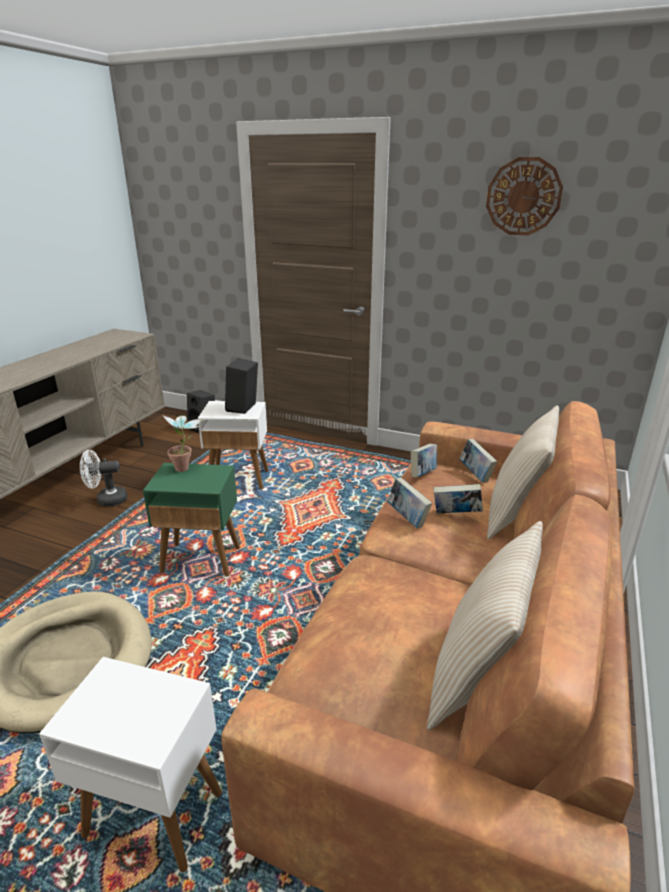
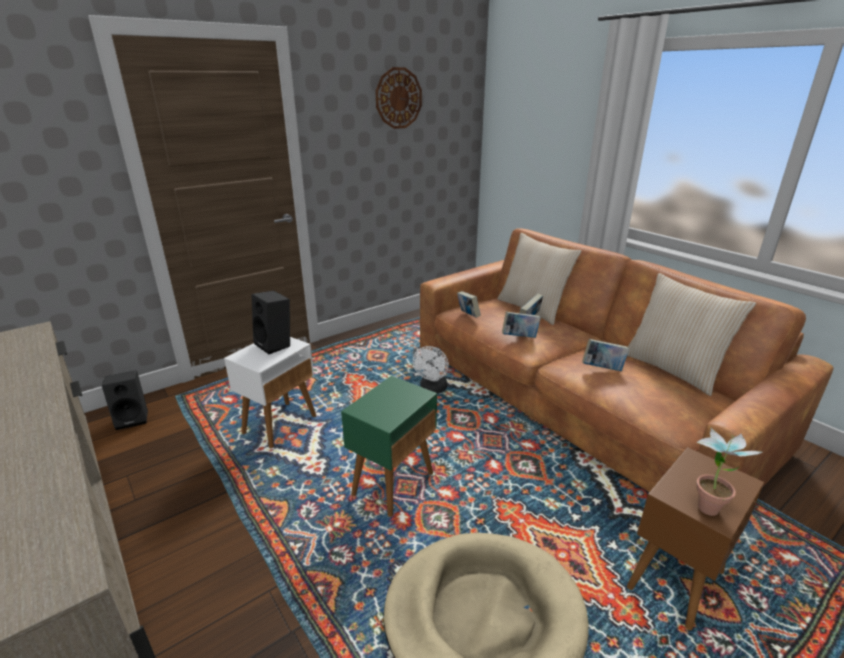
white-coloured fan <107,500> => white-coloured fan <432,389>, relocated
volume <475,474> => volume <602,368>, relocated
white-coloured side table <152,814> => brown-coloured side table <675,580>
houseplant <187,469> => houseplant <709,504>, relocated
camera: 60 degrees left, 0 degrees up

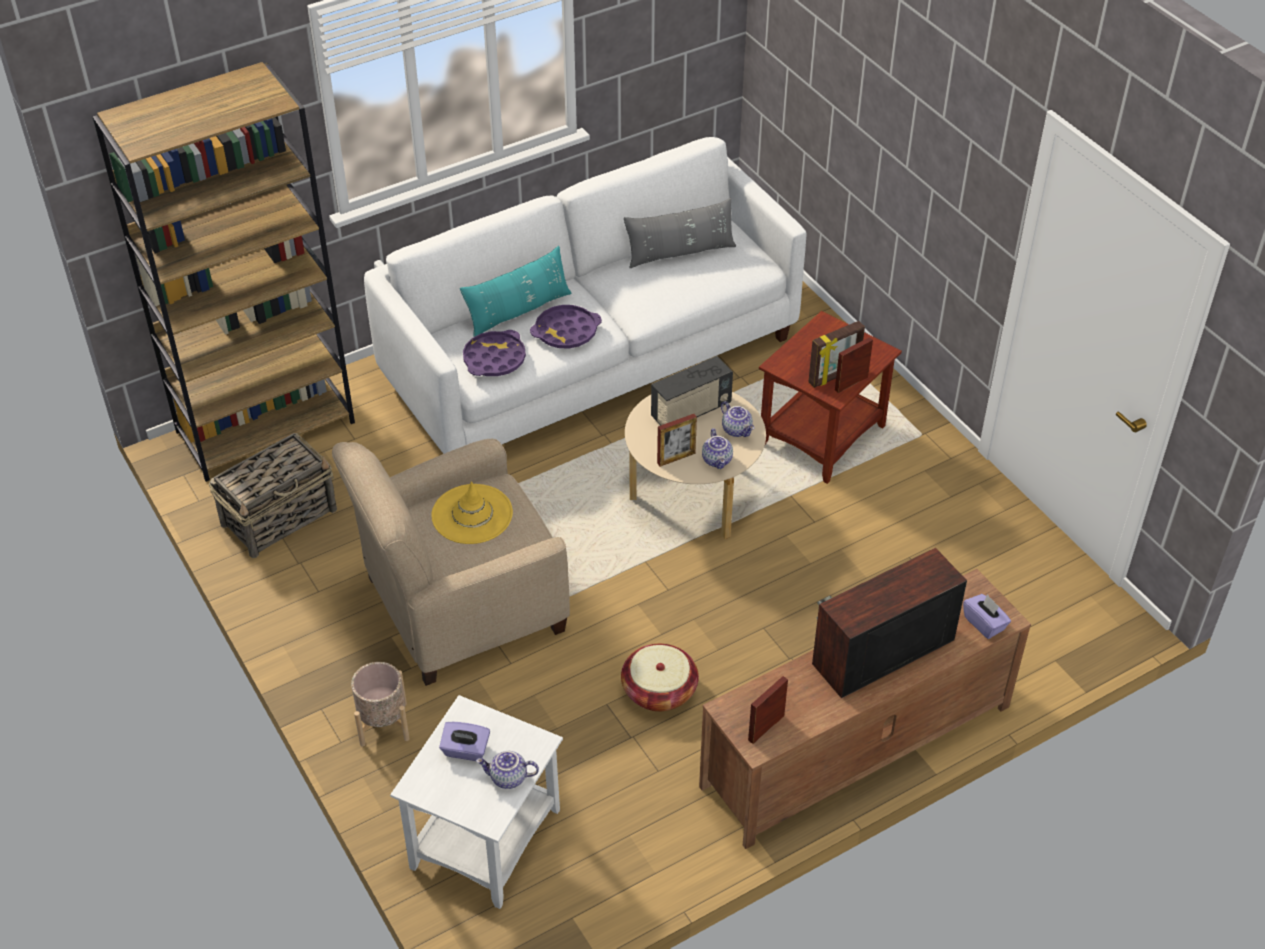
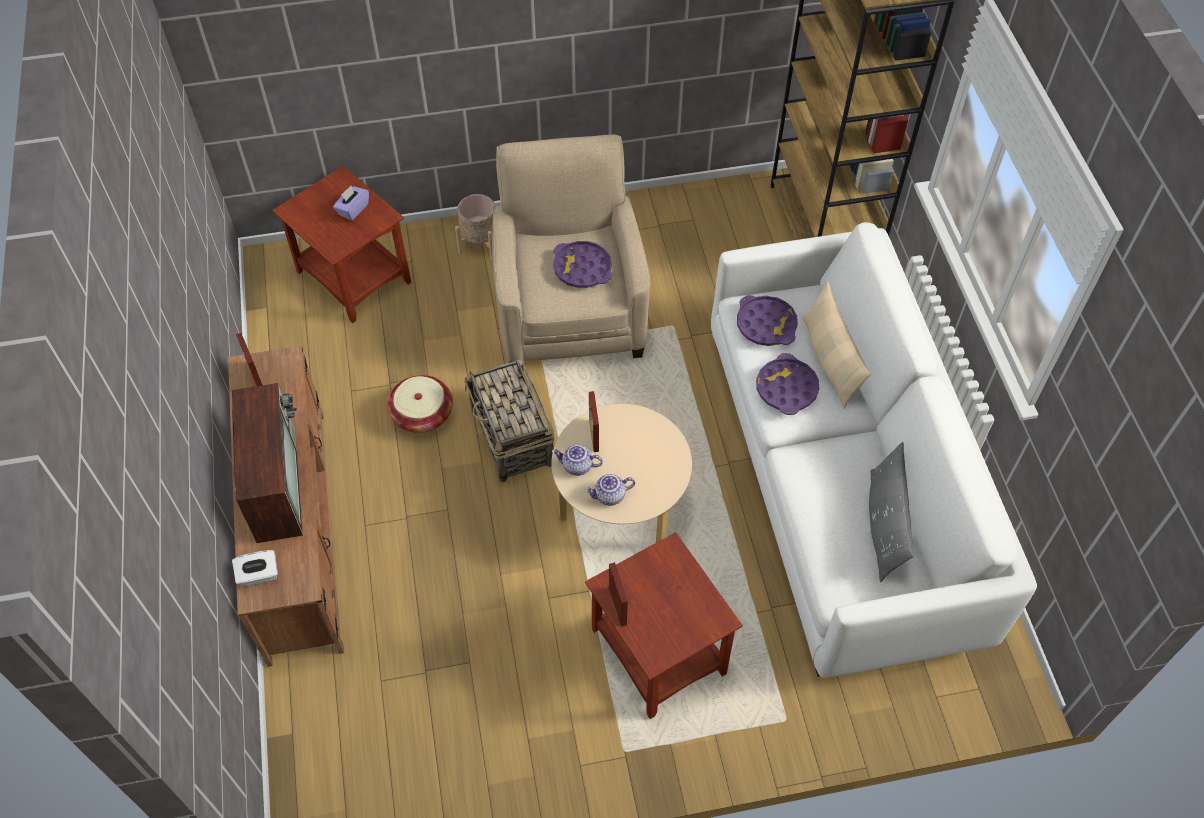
purple box of tissues <984,623> => white-coloured box of tissues <259,575>
white-coloured side table <487,840> => brown-coloured side table <352,278>
storage basket <280,516> => storage basket <512,438>, relocated
yellow-coloured hat <472,514> => purple serving tray <582,268>
blue-green throw pillow <518,311> => beige-coloured throw pillow <830,360>
pot for tea <508,778> => nothing
radio receiver <691,411> => nothing
picture frame <834,376> => nothing
camera: 110 degrees right, 10 degrees up

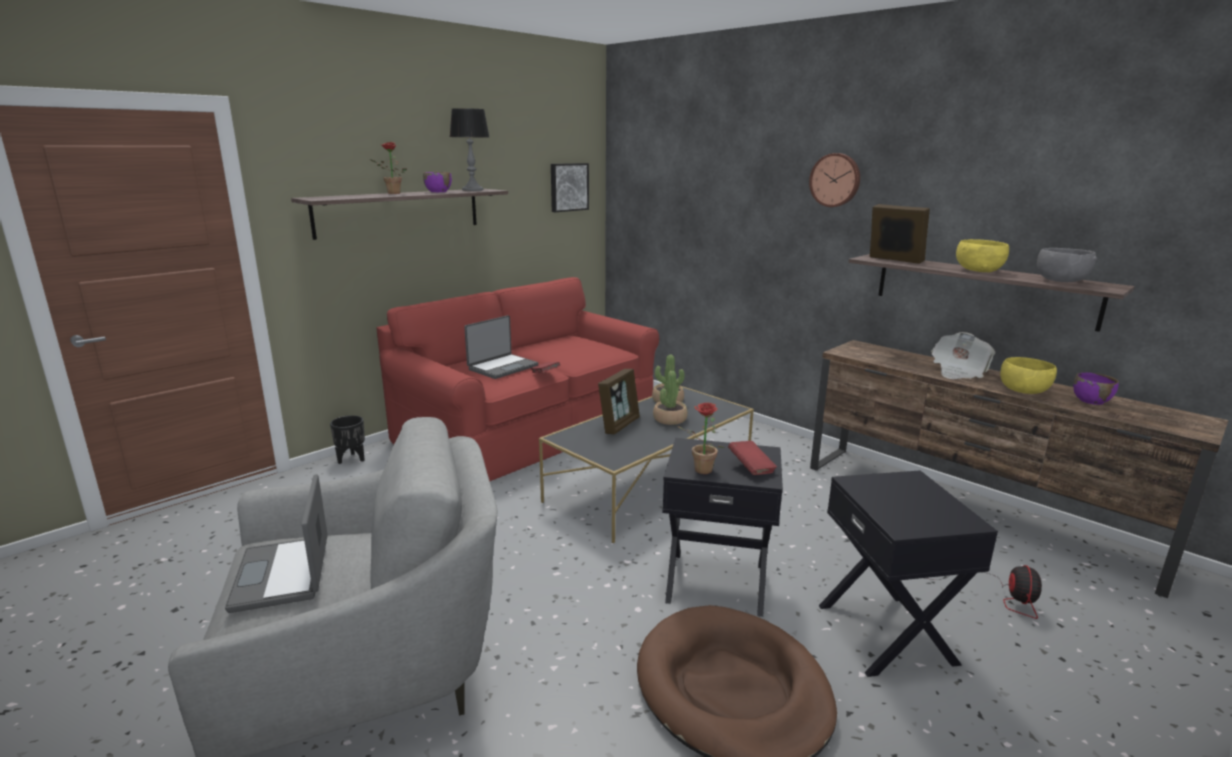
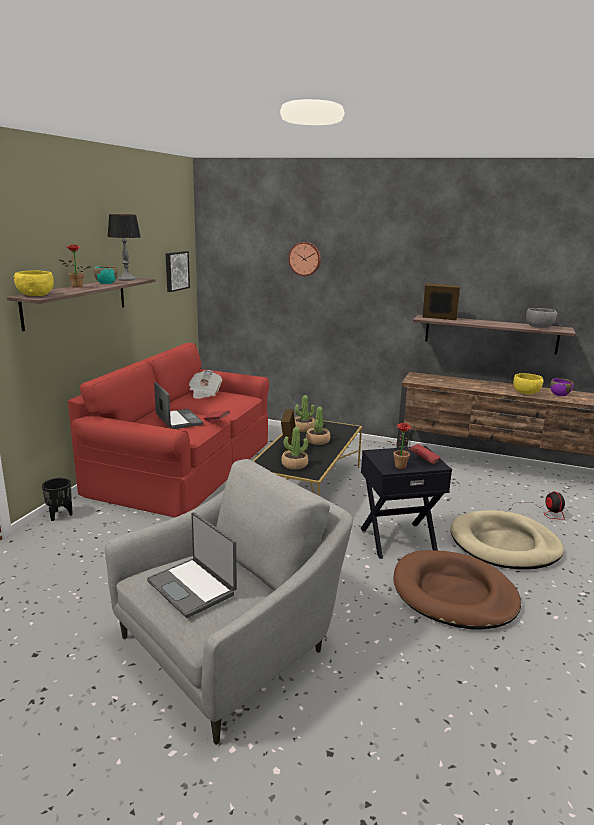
yellow-coloured bowl <978,271> => yellow-coloured bowl <35,295>, relocated
purple bowl <438,191> => blue-green bowl <106,283>
laptop <502,367> => laptop <178,420>, 45 degrees counterclockwise
newspaper <958,371> => newspaper <204,393>, relocated
nothing => houseplant <294,465>
clock on the wall <835,180> => clock on the wall <305,259>, relocated
black-coloured side table <887,633> => beige-coloured pet bed <504,544>
camera: 25 degrees left, 0 degrees up

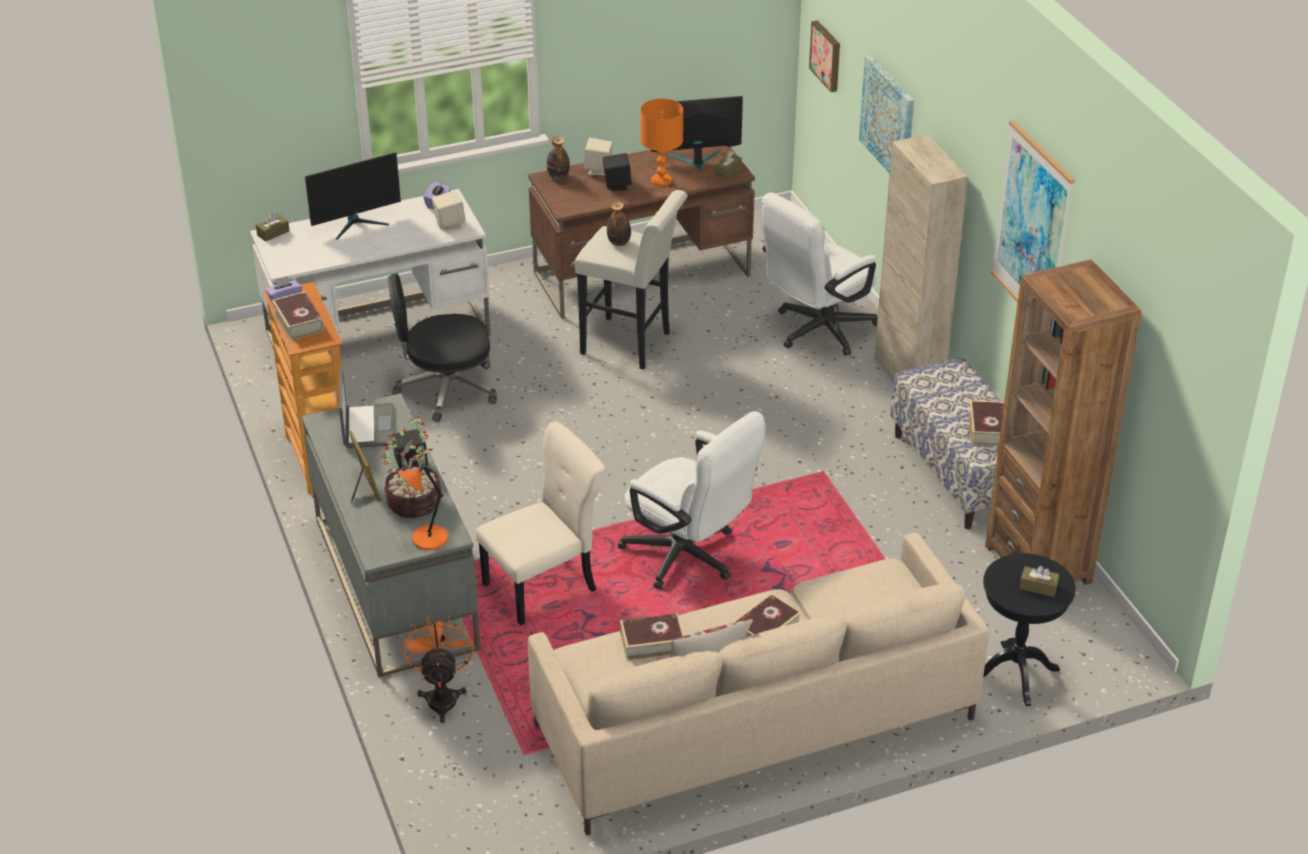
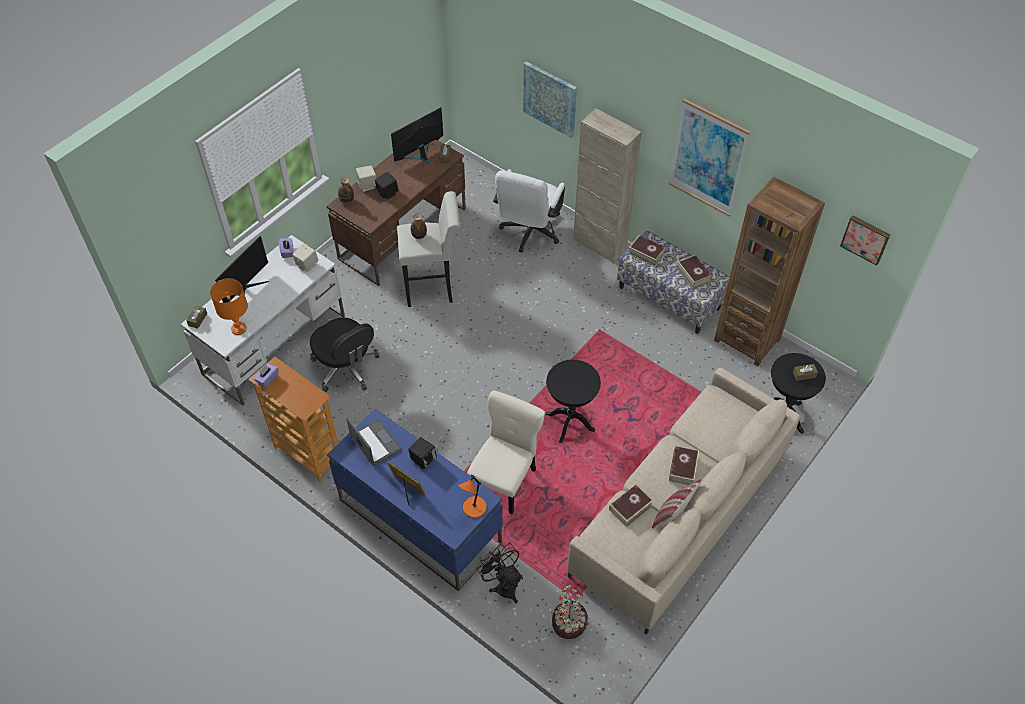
orange table lamp <661,180> => orange table lamp <238,328>, relocated
black-coloured desk chair <445,389> => black-coloured desk chair <346,368>, 90 degrees counterclockwise
grey desk <395,583> => blue-coloured desk <419,521>
orange fan <442,696> => black-coloured fan <503,585>
white-coloured desk chair <689,558> => black-coloured side table <570,422>
houseplant <415,502> => houseplant <569,623>, relocated
volume <298,322> => volume <646,253>, relocated
wall picture <827,55> => wall picture <865,239>, relocated
camera: 30 degrees left, 15 degrees up

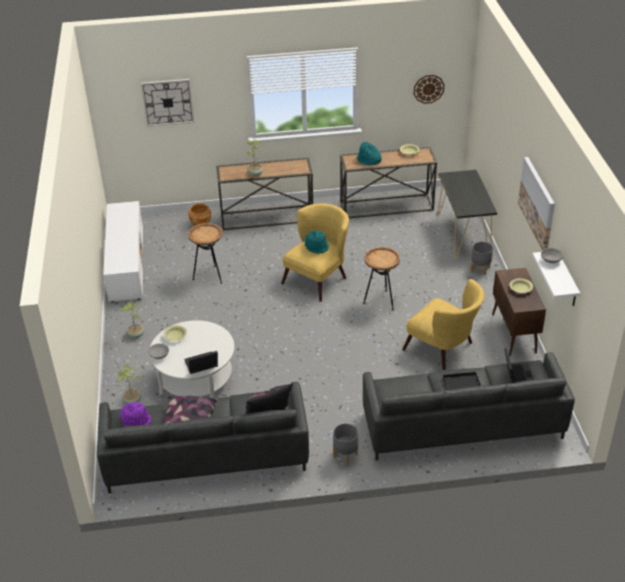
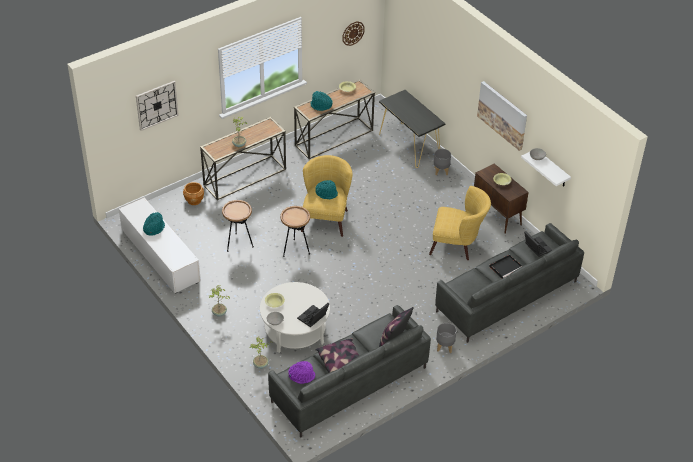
nothing => blue-green hat <154,228>
brown-coloured side table <381,301> => brown-coloured side table <295,250>, relocated
camera: 30 degrees left, 5 degrees up

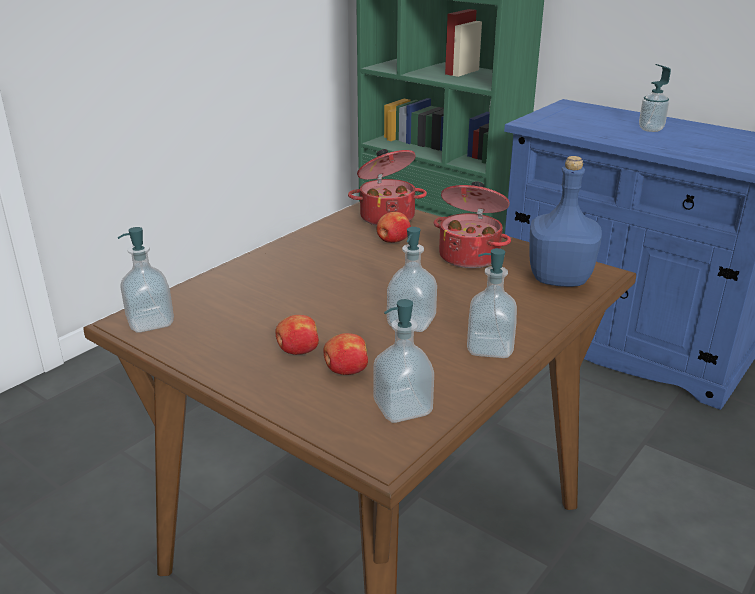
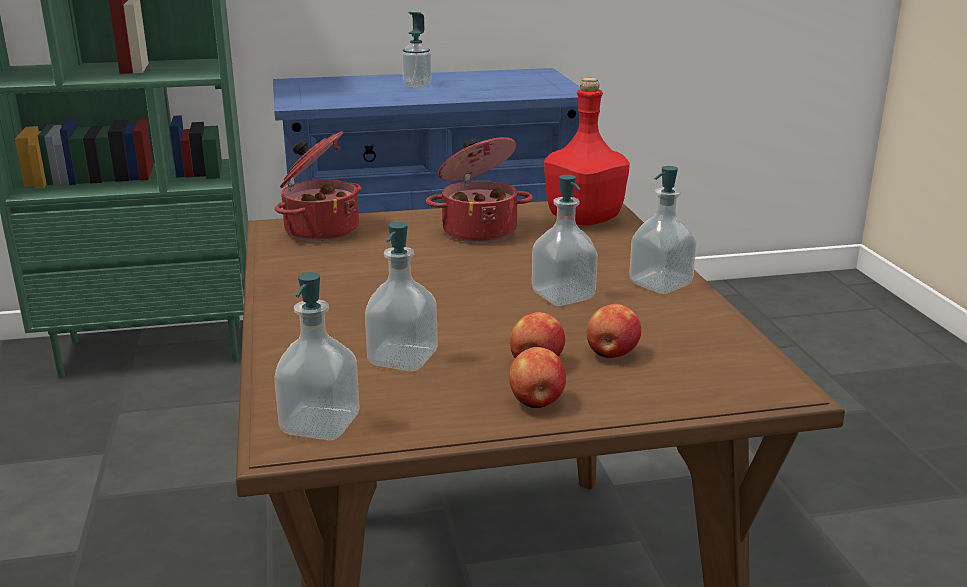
liquid soap bottle <402,408> => liquid soap bottle <402,359>, relocated
apple fruit <392,241> => apple fruit <536,403>, relocated
blue-coloured bottle <560,278> => red-coloured bottle <585,219>
camera: 50 degrees left, 5 degrees down

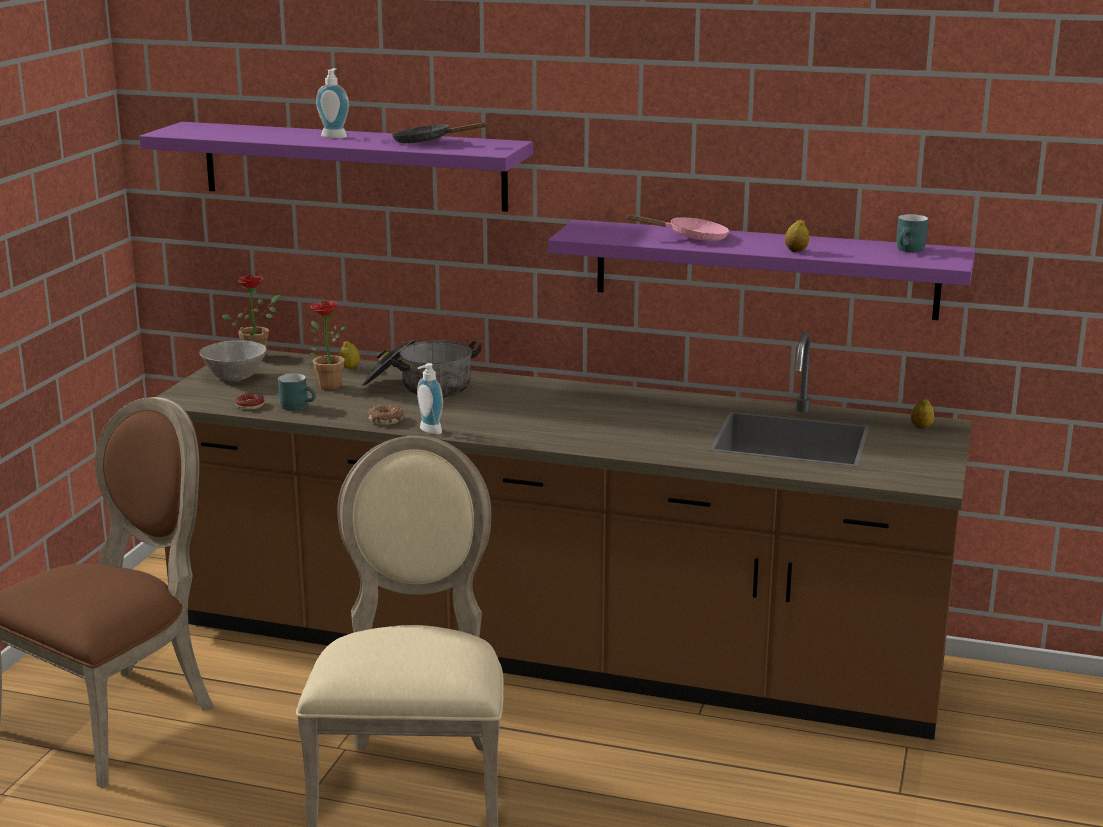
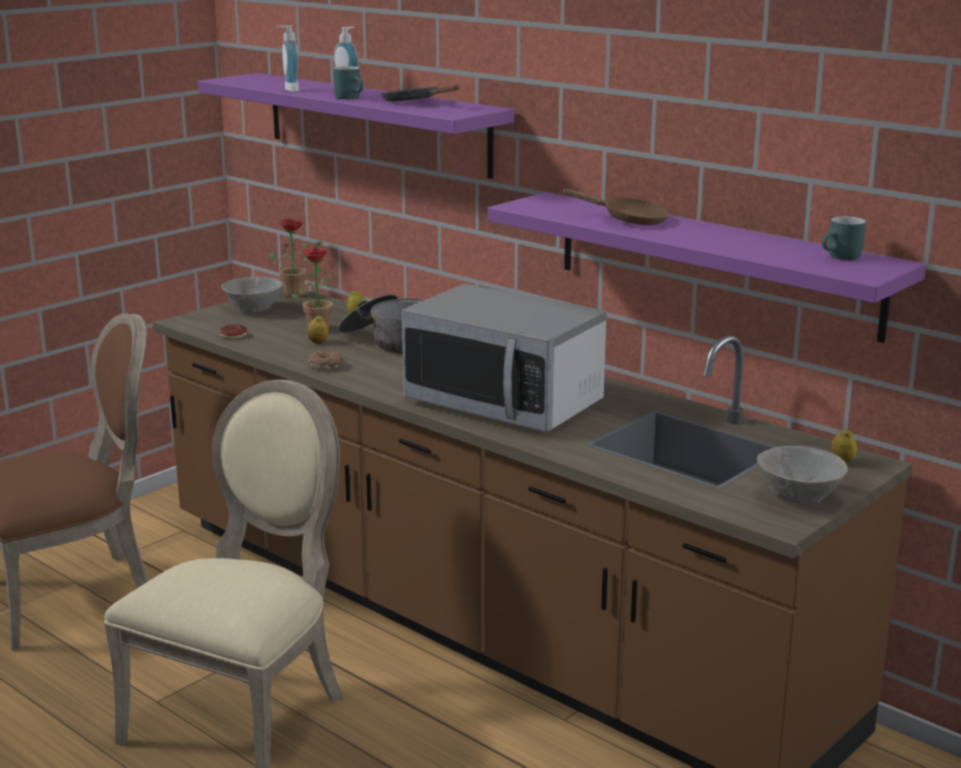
liquid soap bottle <428,431> => liquid soap bottle <288,90>, relocated
lemon <796,251> => lemon <318,342>, relocated
blue-green tea mug <298,406> => blue-green tea mug <351,98>, relocated
nothing => kitchen microwave <504,403>
pink frying pan <691,238> => brown-coloured frying pan <628,220>
nothing => grey bowl <799,498>
camera: 25 degrees right, 0 degrees up

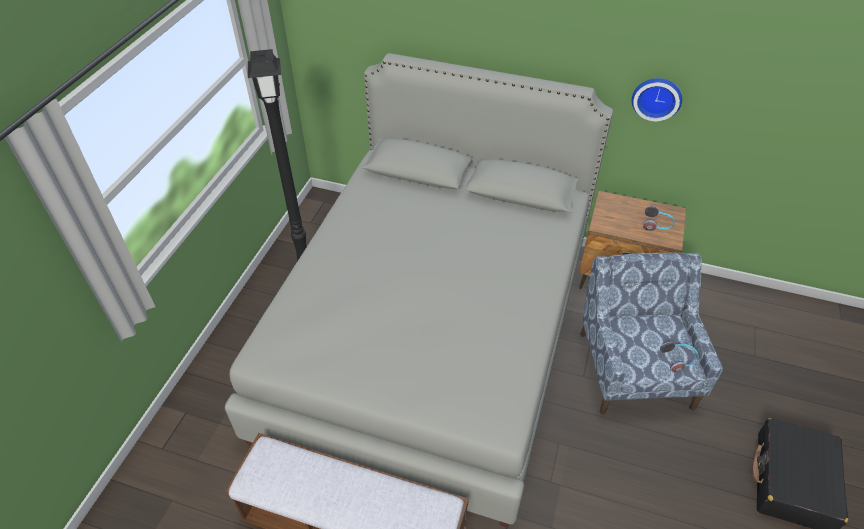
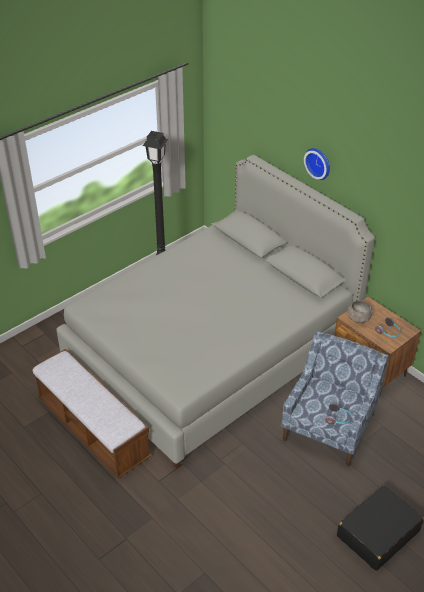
clock on the wall <657,97> => clock on the wall <319,162>, relocated
nothing => grey bowl <358,318>
camera: 30 degrees right, 5 degrees down

